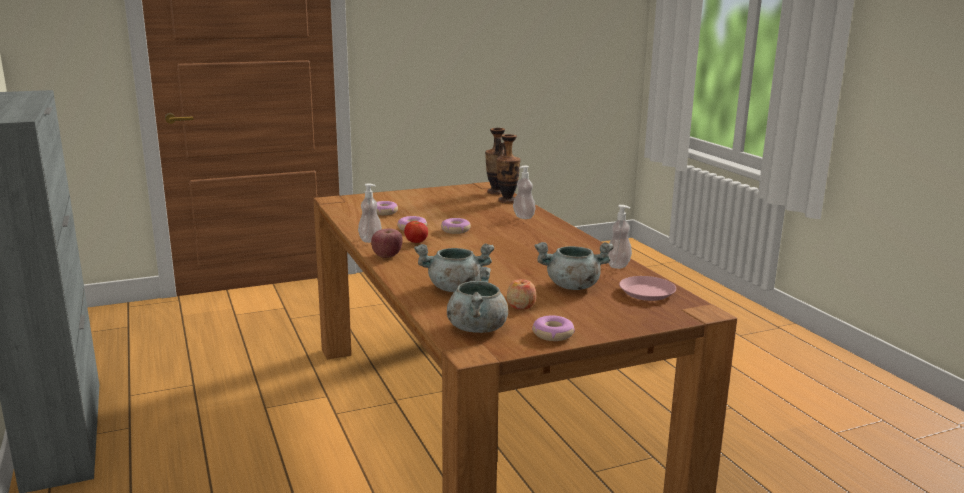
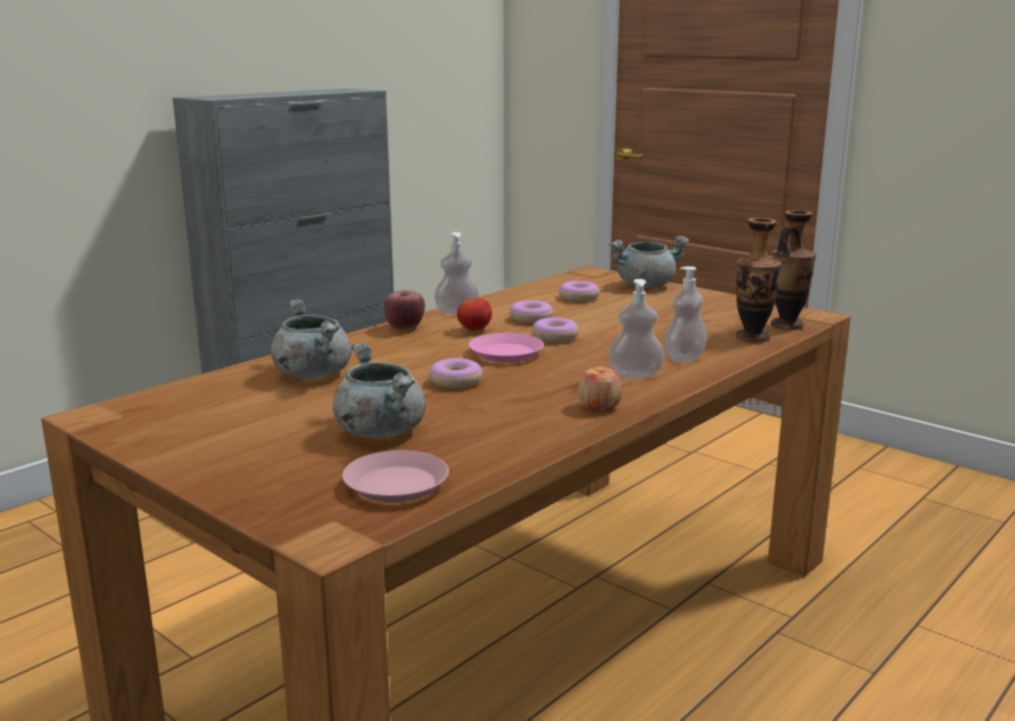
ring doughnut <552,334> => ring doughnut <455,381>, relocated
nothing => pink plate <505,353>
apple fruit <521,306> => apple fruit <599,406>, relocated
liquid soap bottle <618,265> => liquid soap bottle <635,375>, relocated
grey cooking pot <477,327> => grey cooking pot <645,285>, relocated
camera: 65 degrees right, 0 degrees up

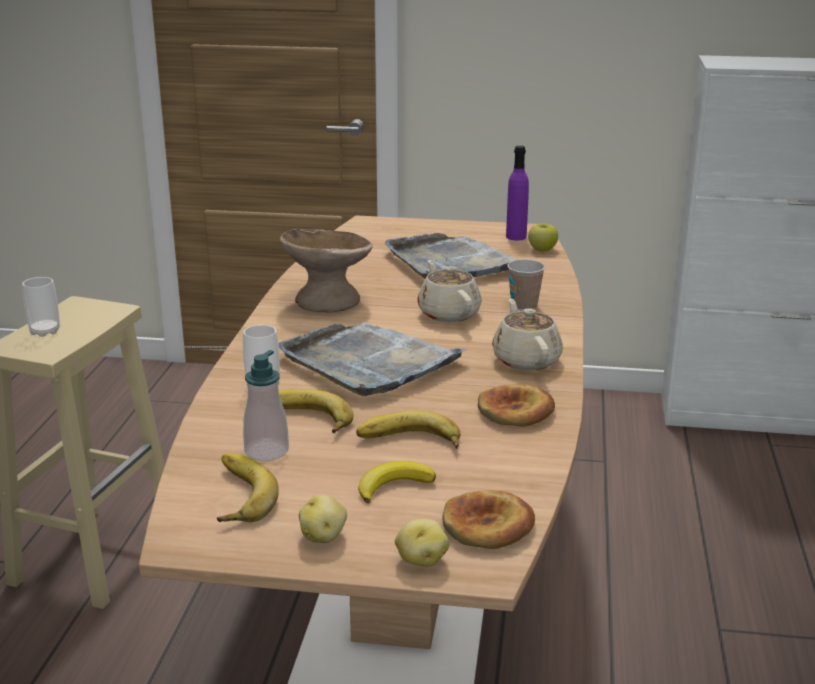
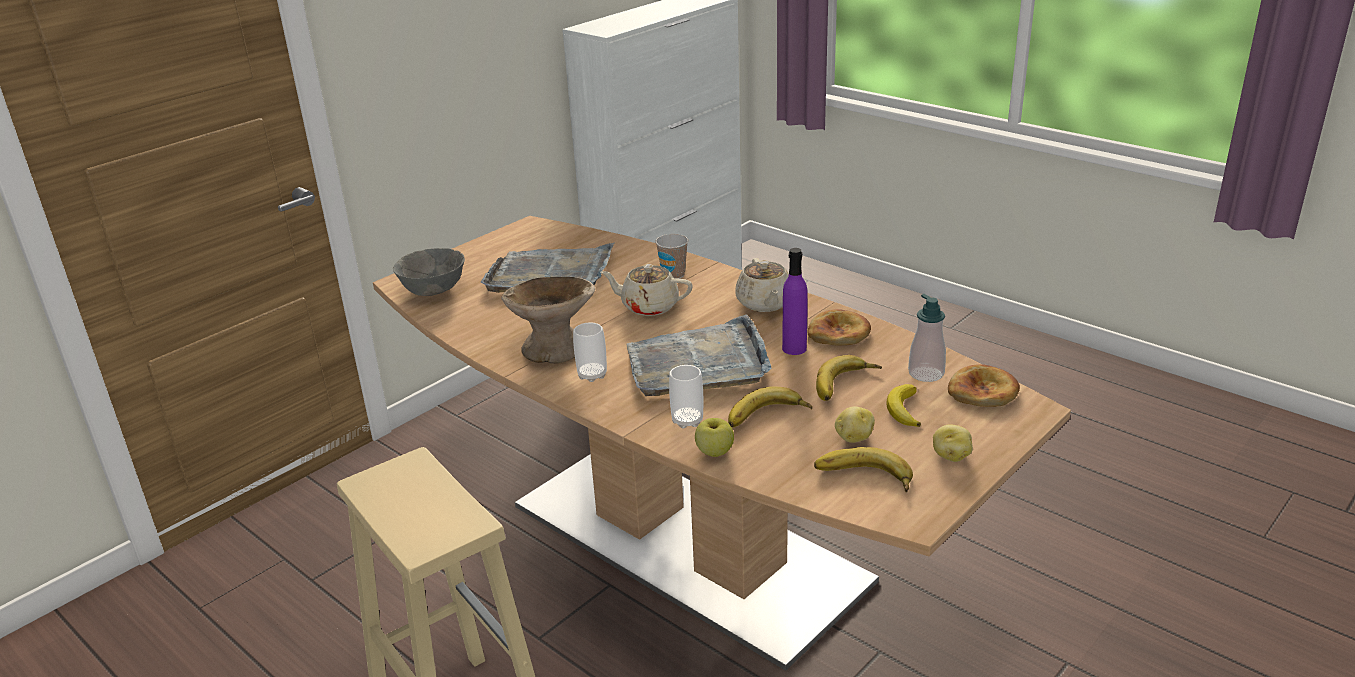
nothing => grey bowl <432,290>
cup <45,331> => cup <592,375>, relocated
apple fruit <542,249> => apple fruit <714,452>, relocated
beige-coloured pot for tea <526,359> => beige-coloured pot for tea <764,304>, 120 degrees counterclockwise
purple bottle <516,237> => purple bottle <794,348>, relocated
spud <421,560> => spud <853,438>, relocated
liquid soap bottle <266,451> => liquid soap bottle <926,373>, relocated
camera: 55 degrees left, 5 degrees up

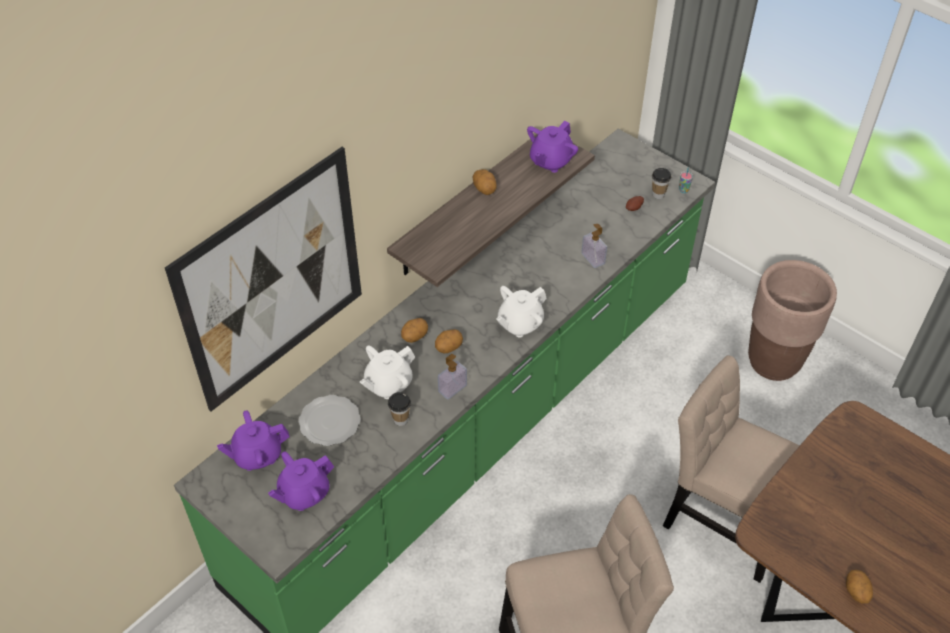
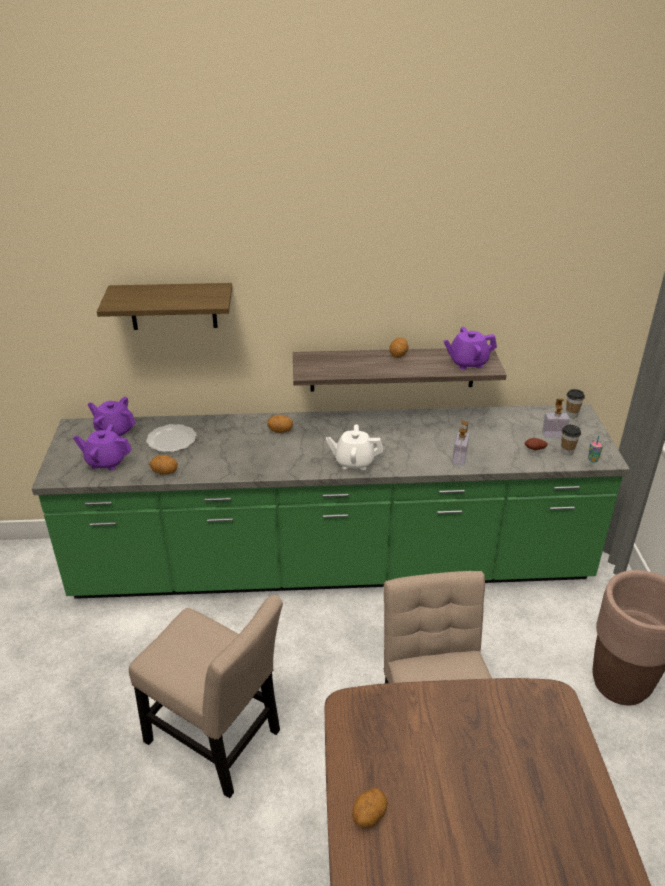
wall picture <273,281> => wall shelf <173,306>
spud <448,348> => spud <165,472>, relocated
liquid soap bottle <452,388> => liquid soap bottle <553,434>, relocated
cup <400,420> => cup <571,415>, relocated
white-coloured pot for tea <388,384> => nothing
camera: 45 degrees right, 15 degrees down

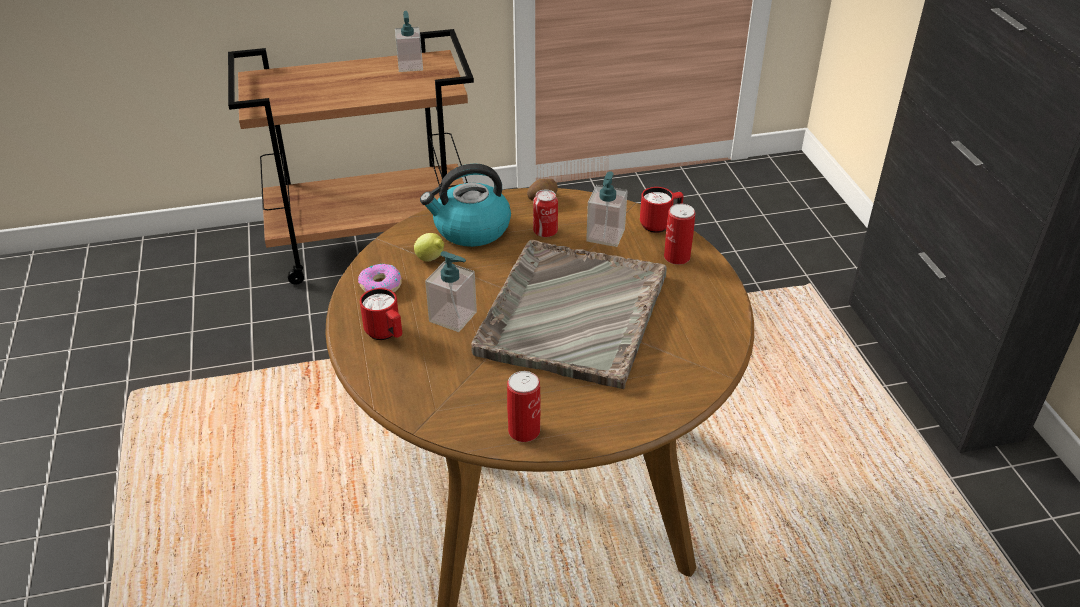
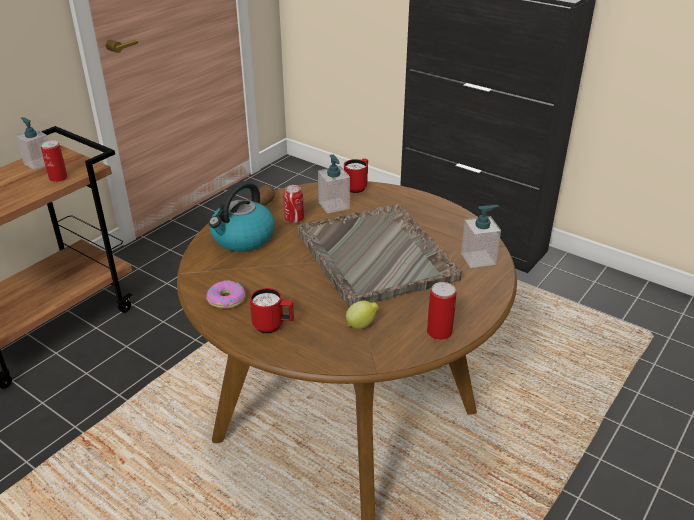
metal can <677,257> => metal can <58,178>, relocated
lemon <431,259> => lemon <362,325>, relocated
liquid soap bottle <453,317> => liquid soap bottle <478,259>, relocated
camera: 40 degrees left, 5 degrees down

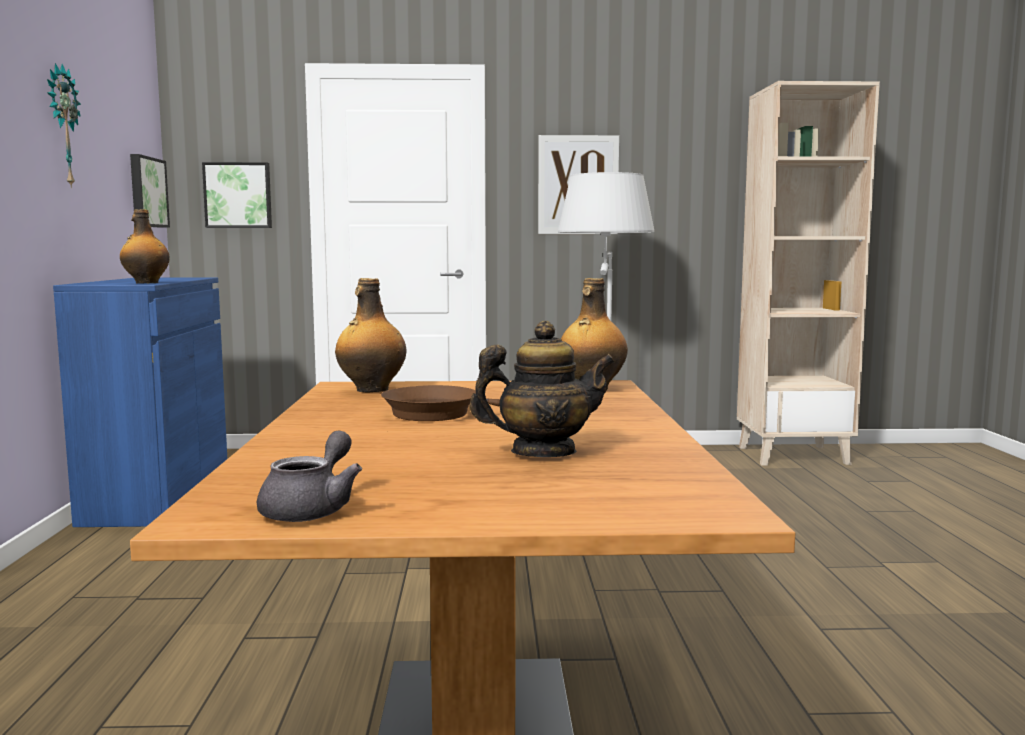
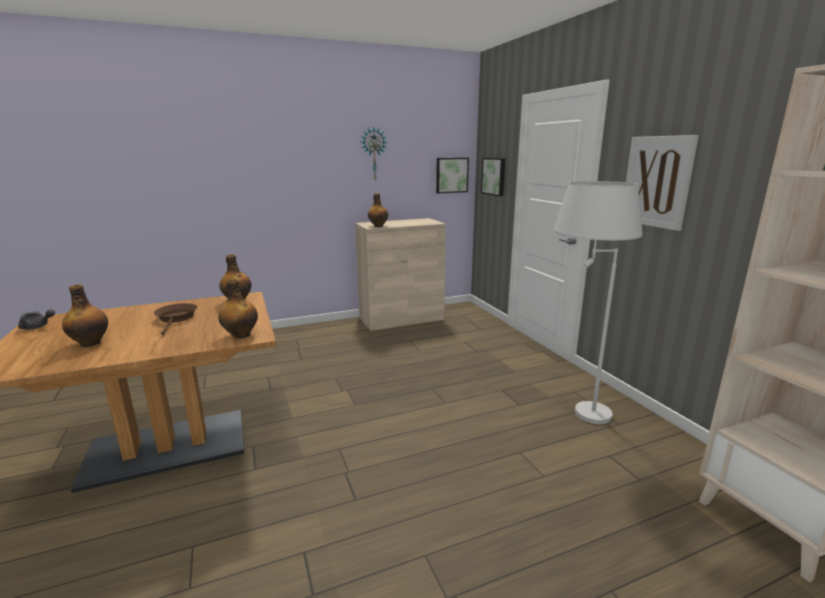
pot for tea <543,452> => bottle <91,343>
blue-coloured cabinet <158,498> => beige-coloured cabinet <401,318>
camera: 70 degrees right, 10 degrees up

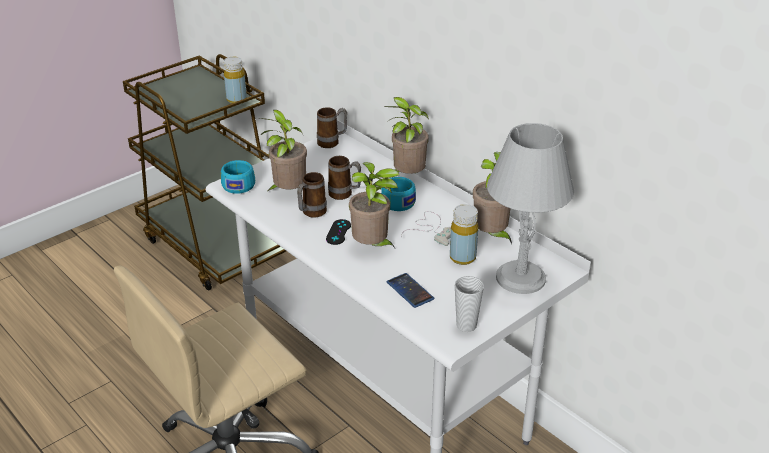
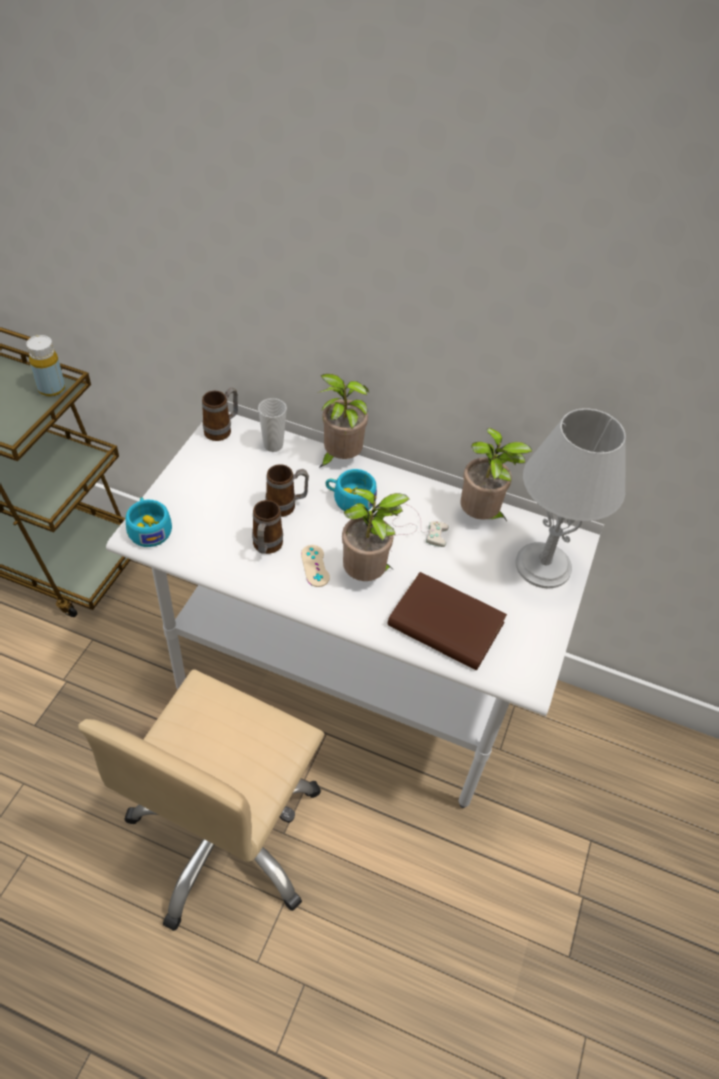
cup <466,325> => cup <273,445>, relocated
black-coloured game controller <338,232> => beige-coloured game controller <315,566>
handset <410,291> => brown-coloured volume <445,625>
houseplant <288,192> => nothing
yellow-coloured bottle <462,257> => nothing
camera: 30 degrees left, 15 degrees up

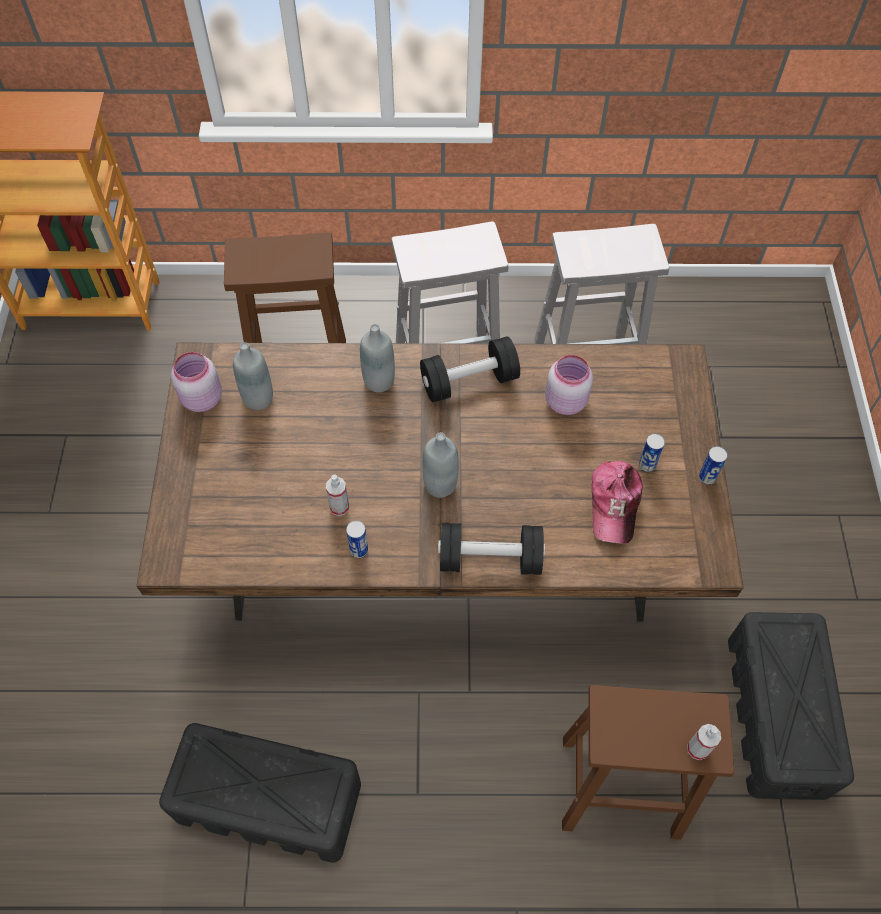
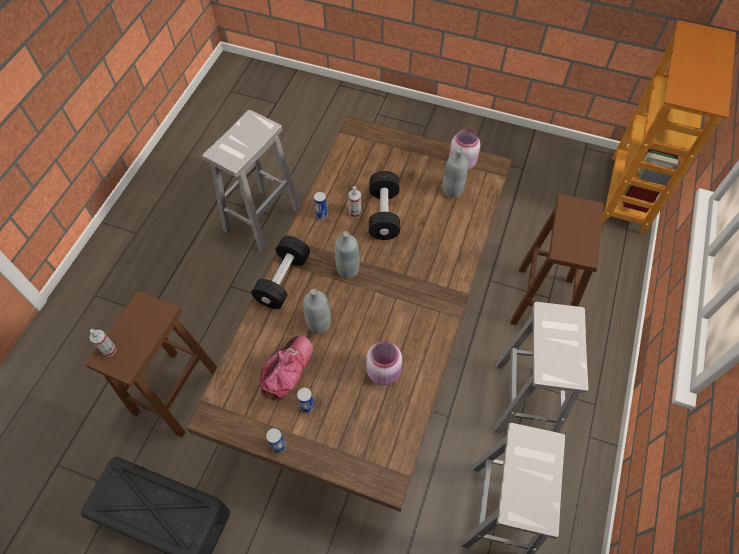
black-coloured storage bin <267,800> => white-coloured sitting stool <263,219>
peaked cap <614,504> => peaked cap <286,370>, 90 degrees clockwise
grey bottle <379,381> => grey bottle <319,324>, relocated
black-coloured free weight <469,381> => black-coloured free weight <384,214>, relocated
camera: 110 degrees right, 0 degrees up

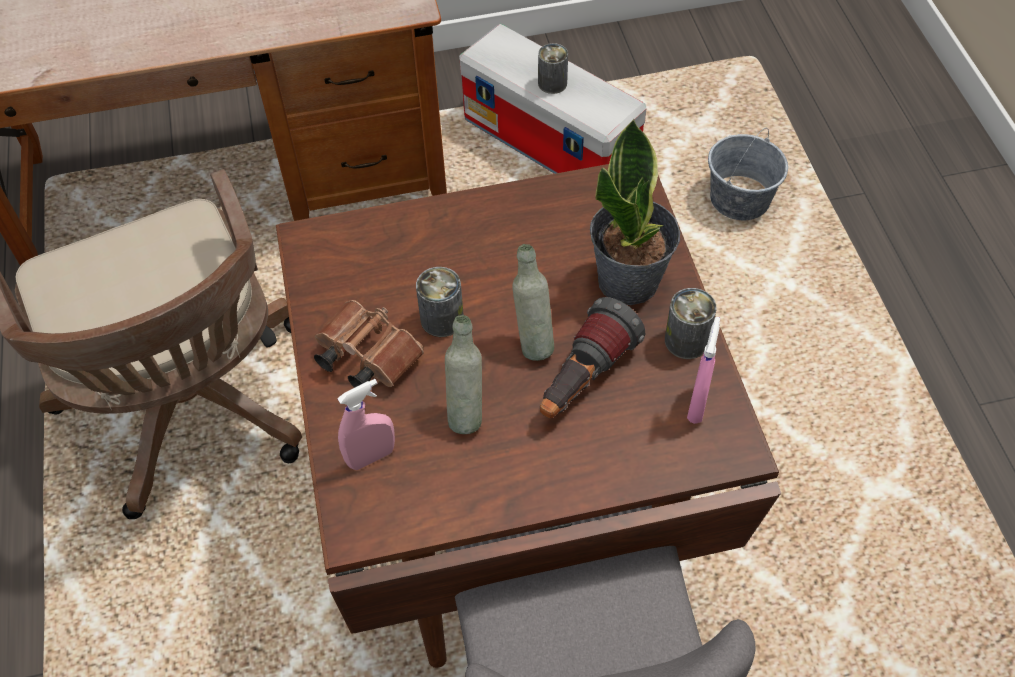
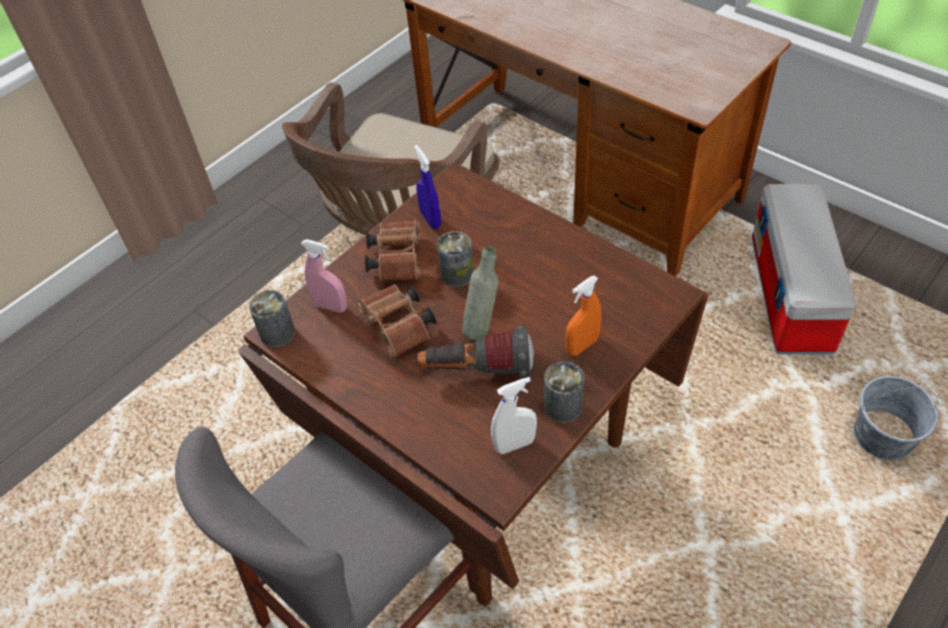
metal can <552,83> => metal can <277,333>, relocated
grey bottle <466,412> => brown-coloured binoculars <399,329>
nothing => blue-coloured spray bottle <430,219>
pink spray bottle <697,405> => white-coloured spray bottle <514,444>
houseplant <629,280> => orange spray bottle <582,346>
camera: 55 degrees right, 5 degrees down

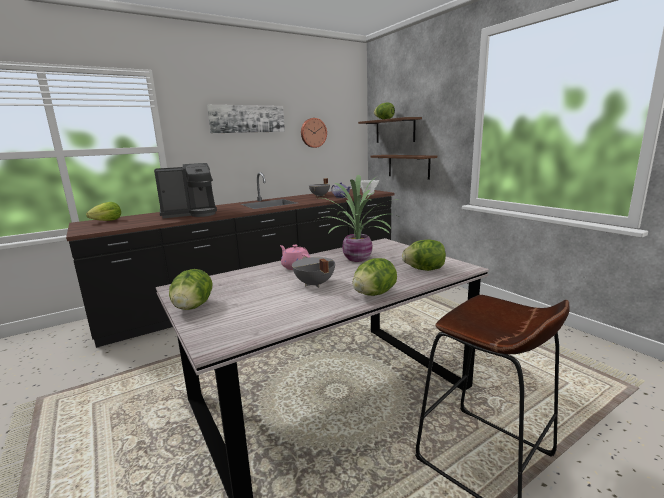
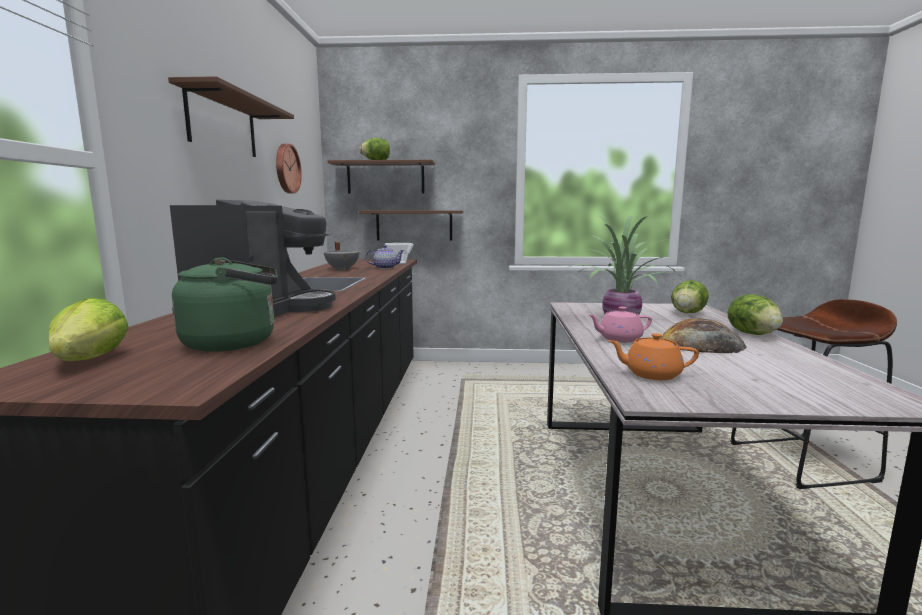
wall picture <247,119> => brown-coloured wall shelf <222,124>
nothing => greenish kettle <236,343>
nothing => orange pot for tea <651,374>
grey cooking pot <314,284> => bread <701,343>
head of lettuce <193,307> => nothing
camera: 55 degrees left, 5 degrees down

